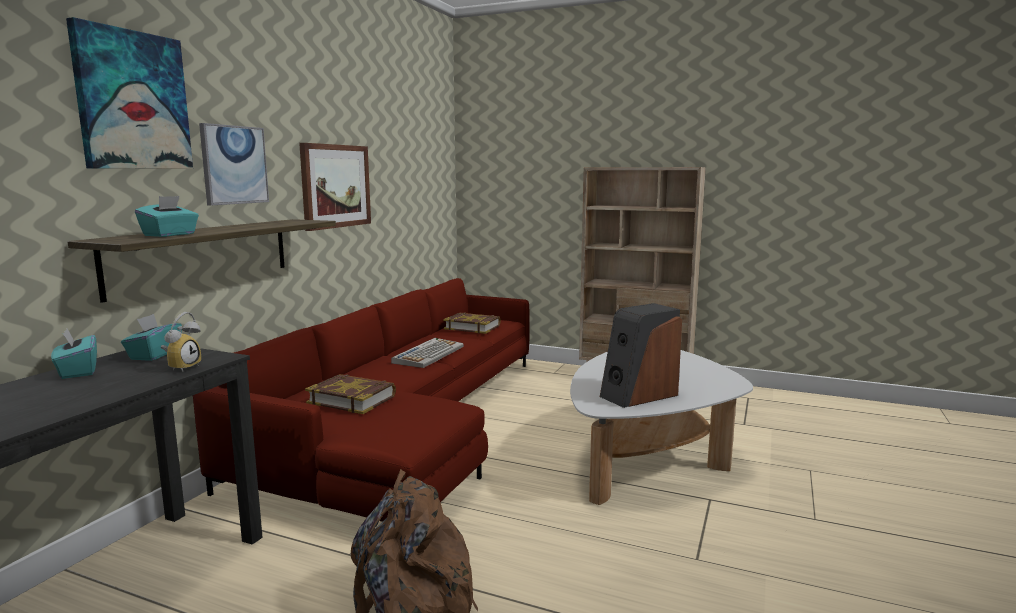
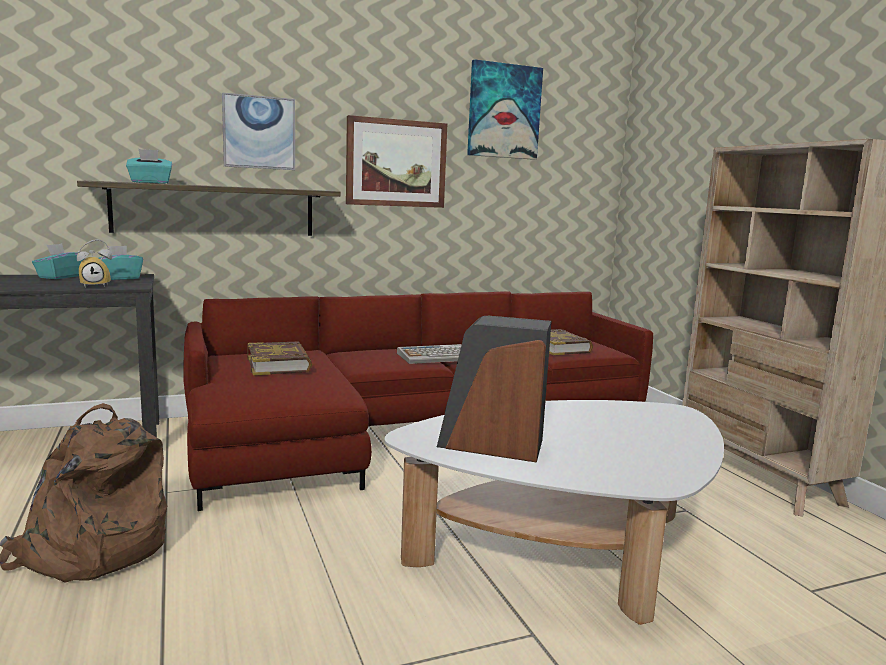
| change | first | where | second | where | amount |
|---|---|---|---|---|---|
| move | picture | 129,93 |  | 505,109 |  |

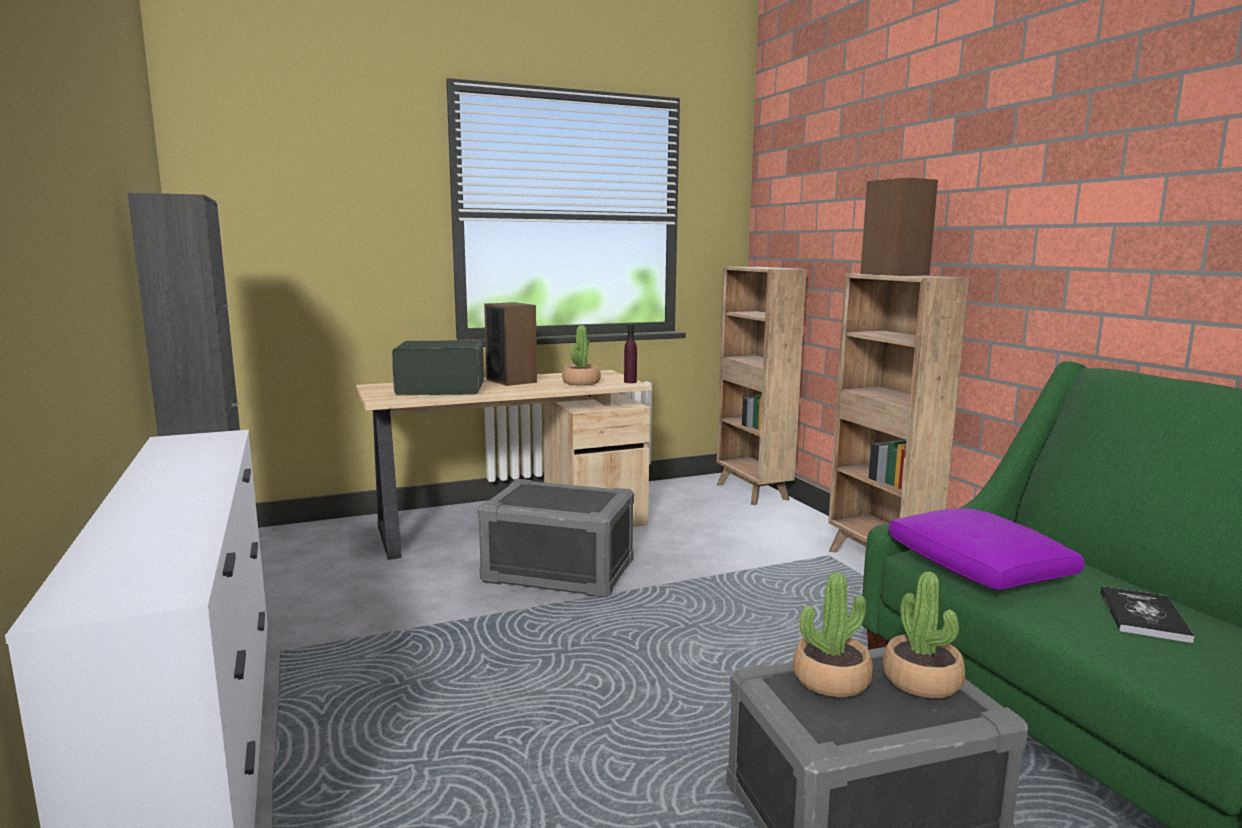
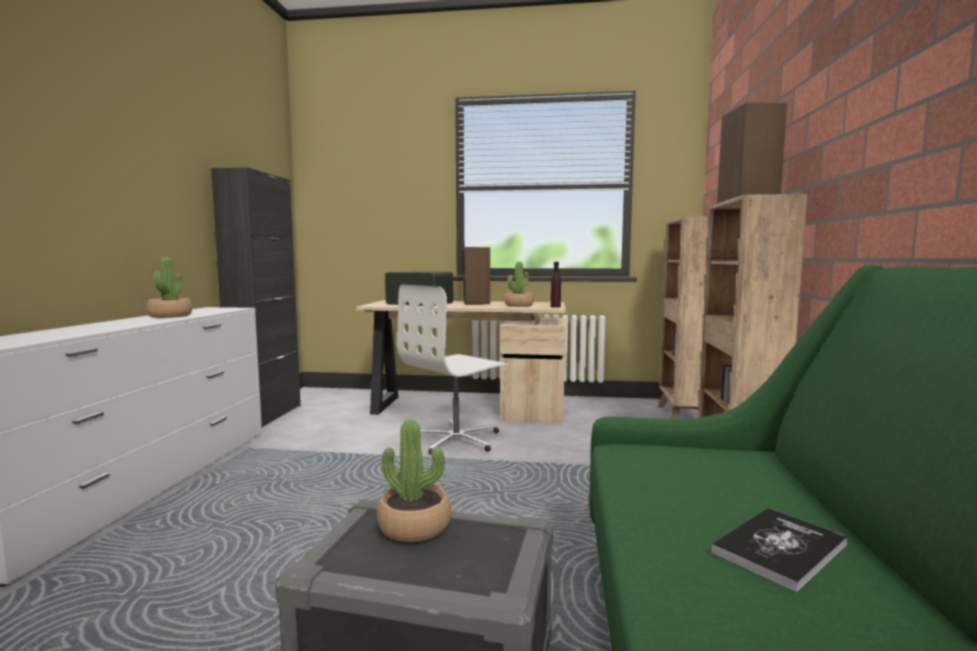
| change | first | where | second | where | amount |
|---|---|---|---|---|---|
| move | potted plant | 923,635 |  | 169,287 |  |
| replace | grey storage box | 555,538 | white office chair | 453,369 |  |
| delete | purple pillow | 986,549 |  |  |  |

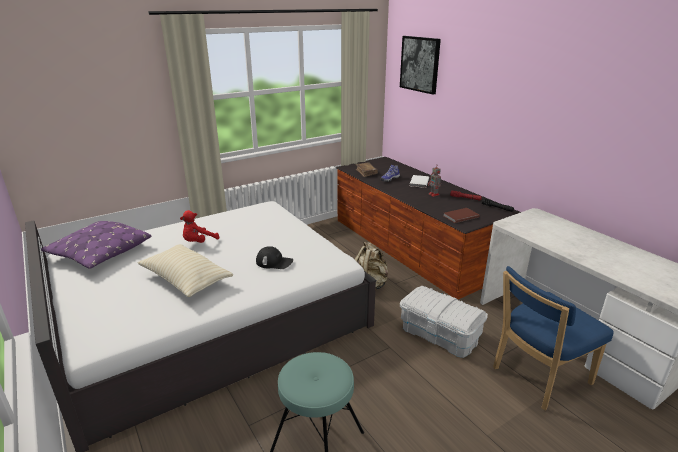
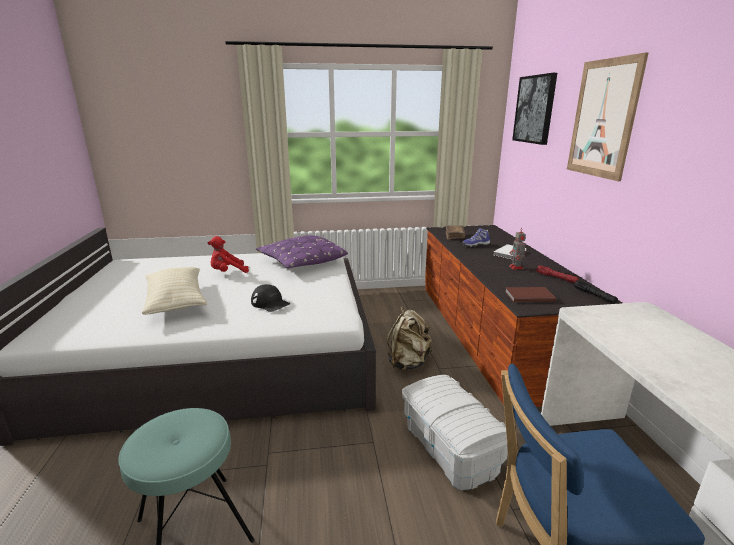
| change | first | where | second | where | amount |
|---|---|---|---|---|---|
| move | purple pillow | 96,245 |  | 302,251 |  |
| insert |  |  | picture | 608,116 |  |

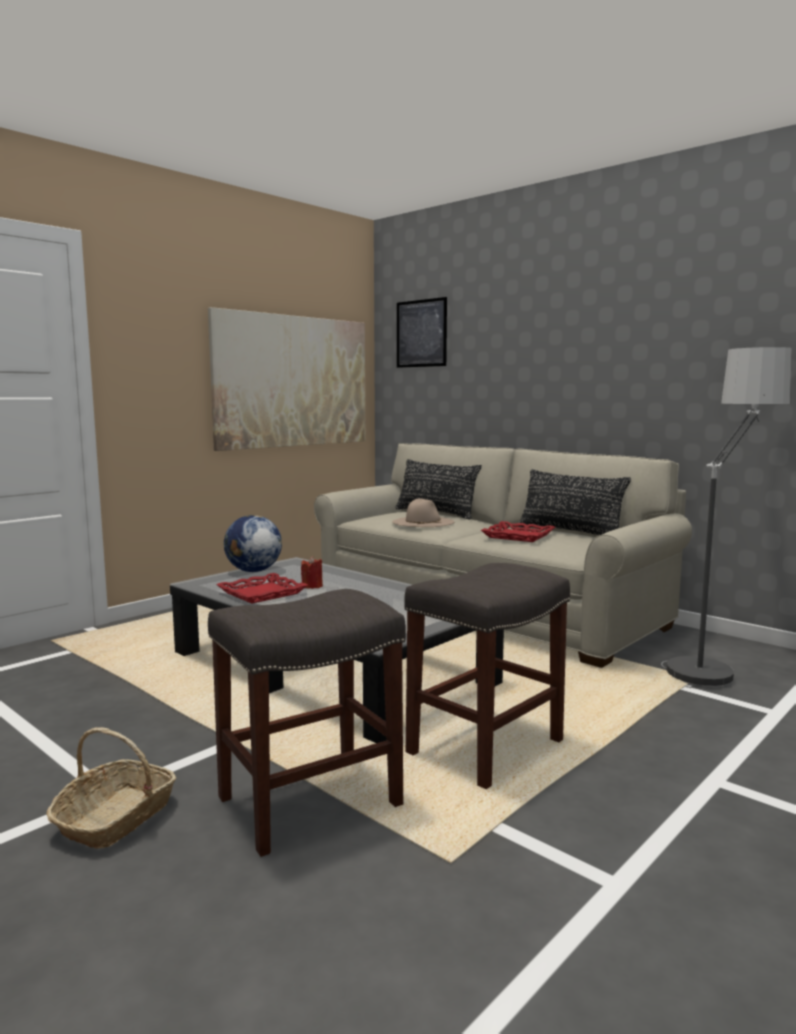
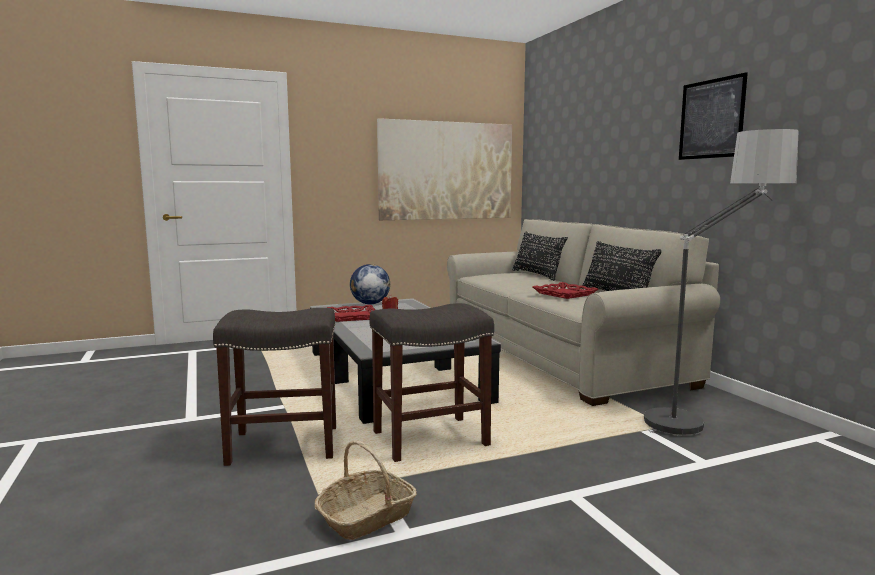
| change | first | where | second | where | amount |
|---|---|---|---|---|---|
| move | basket | 111,788 |  | 366,490 |  |
| move | picture | 422,332 |  | 713,116 |  |
| delete | beige hat | 423,512 |  |  |  |

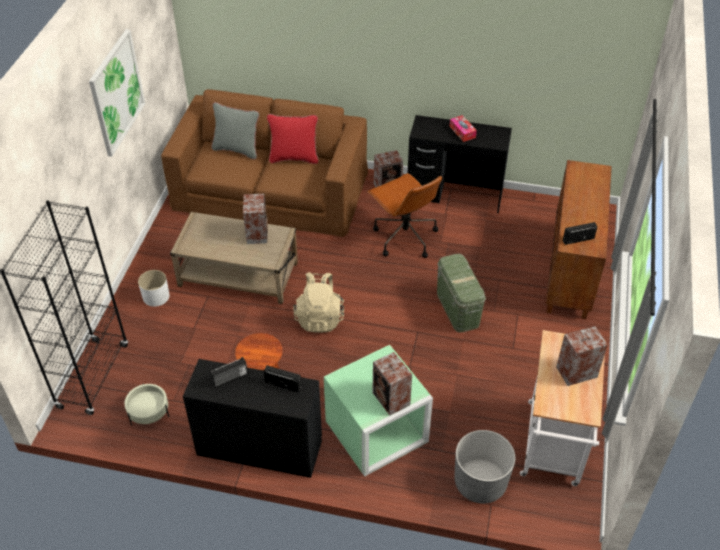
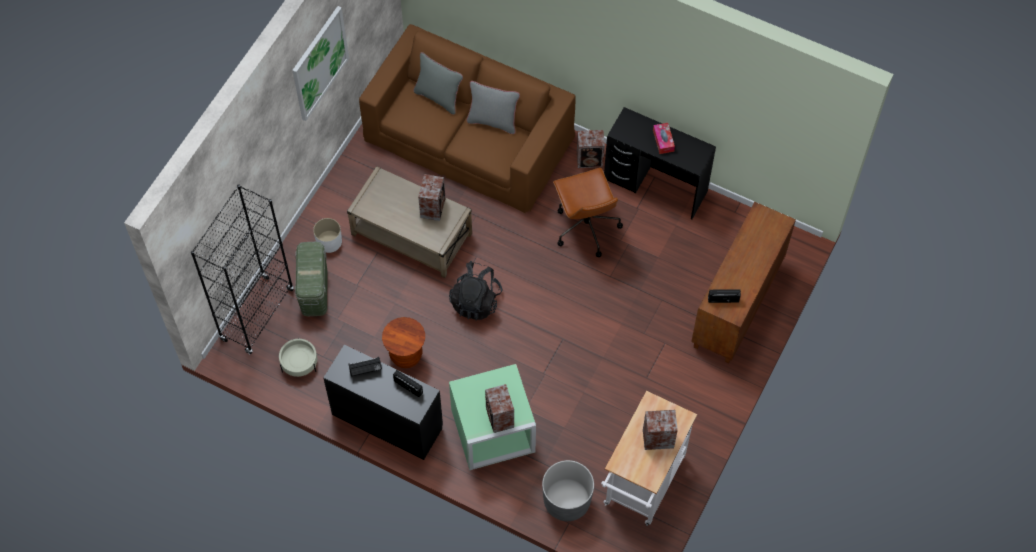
| change | first | where | second | where | amount |
|---|---|---|---|---|---|
| move | green storage box | 461,293 |  | 311,279 |  |
| recolor | beige backpack | 318,302 | black backpack | 476,290 |  |
| recolor | red pillow | 292,139 | grey pillow | 493,107 |  |

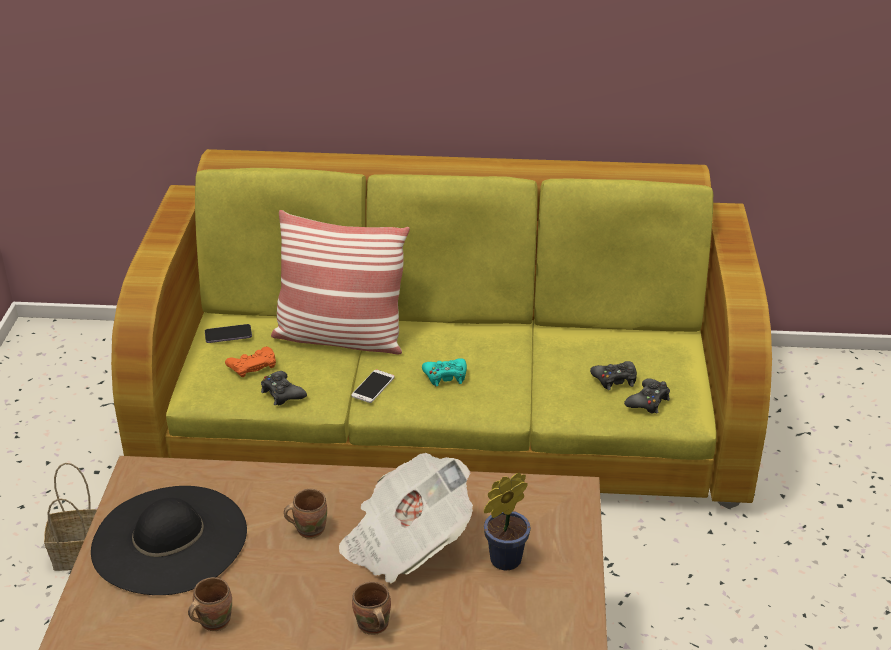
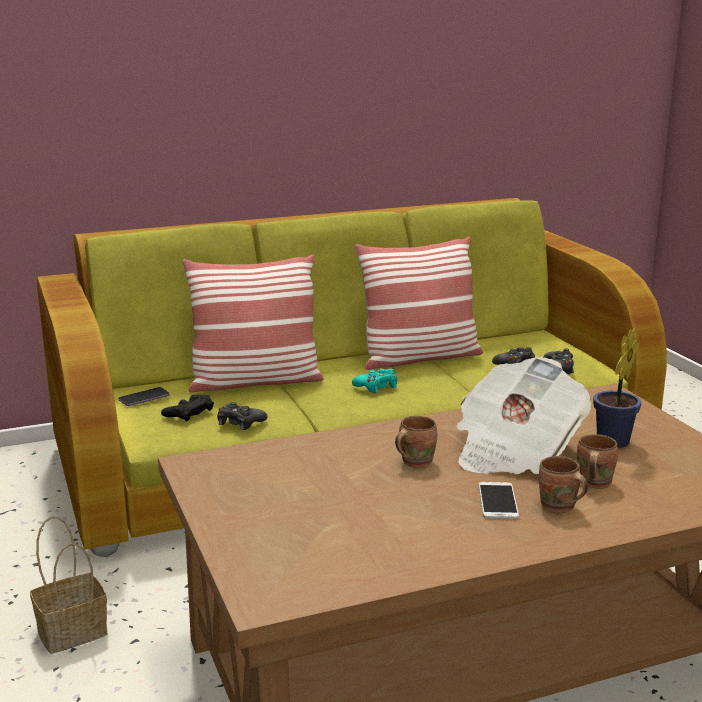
| change | first | where | second | where | amount |
|---|---|---|---|---|---|
| recolor | orange game controller | 250,362 | black game controller | 187,408 |  |
| insert |  |  | pillow | 419,303 |  |
| move | phone | 373,386 |  | 499,500 |  |
| move | brown mug | 210,604 |  | 597,461 |  |
| delete | black hat | 169,540 |  |  |  |

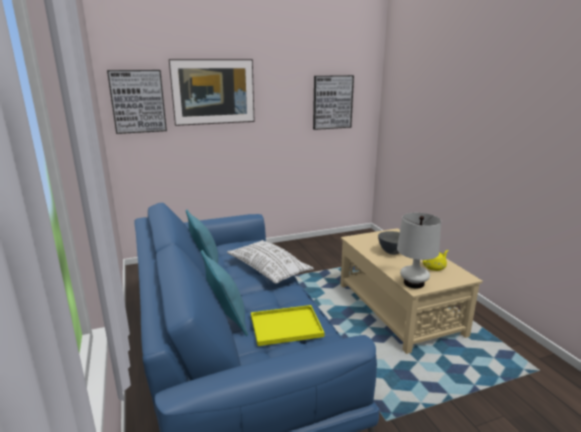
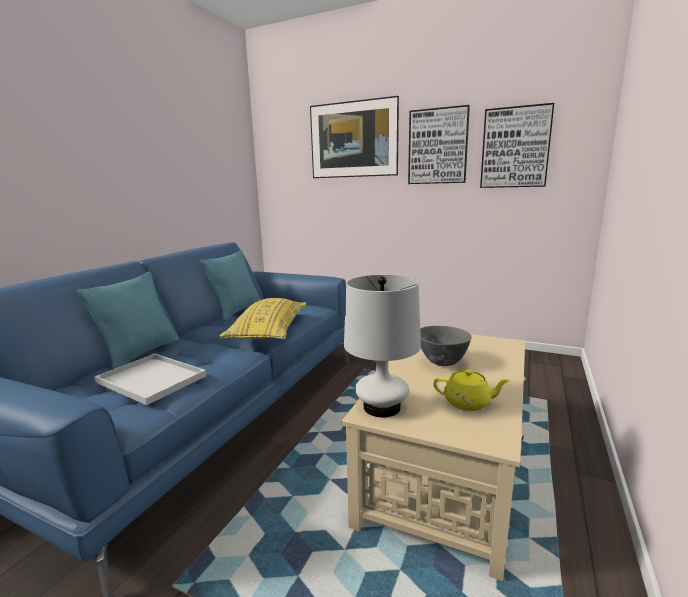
| change | first | where | second | where | amount |
|---|---|---|---|---|---|
| recolor | yellow tray | 287,325 | white tray | 150,379 |  |
| recolor | white pillow | 270,262 | yellow pillow | 262,319 |  |
| move | picture | 137,102 |  | 439,144 |  |

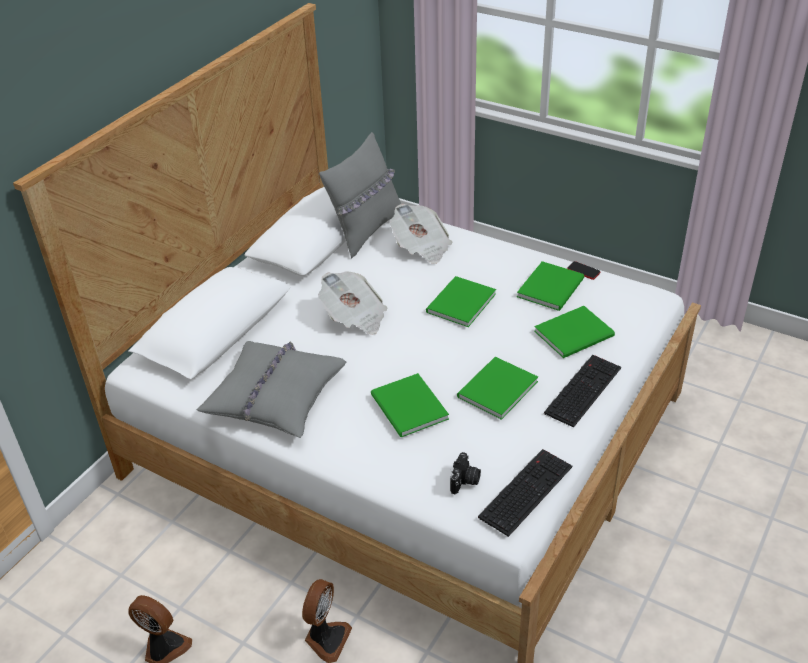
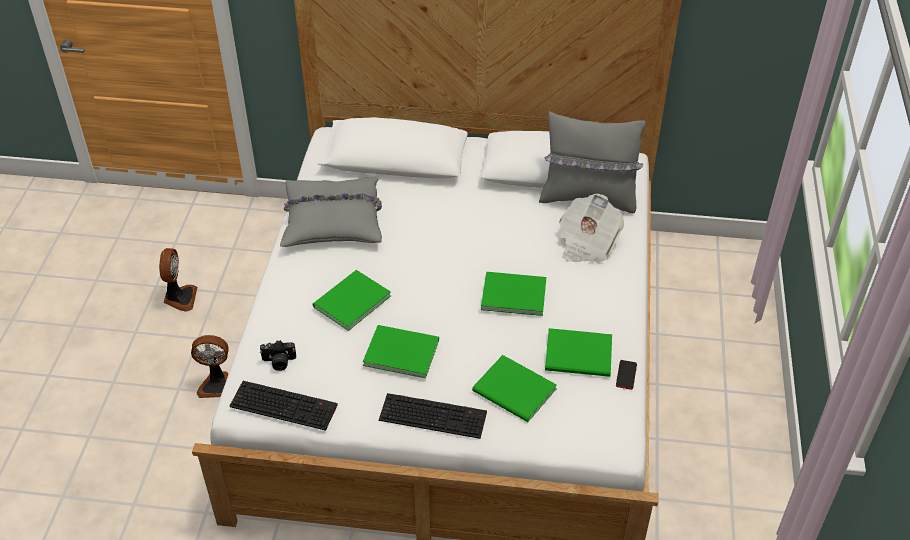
| change | first | where | second | where | amount |
|---|---|---|---|---|---|
| delete | newspaper | 353,303 |  |  |  |

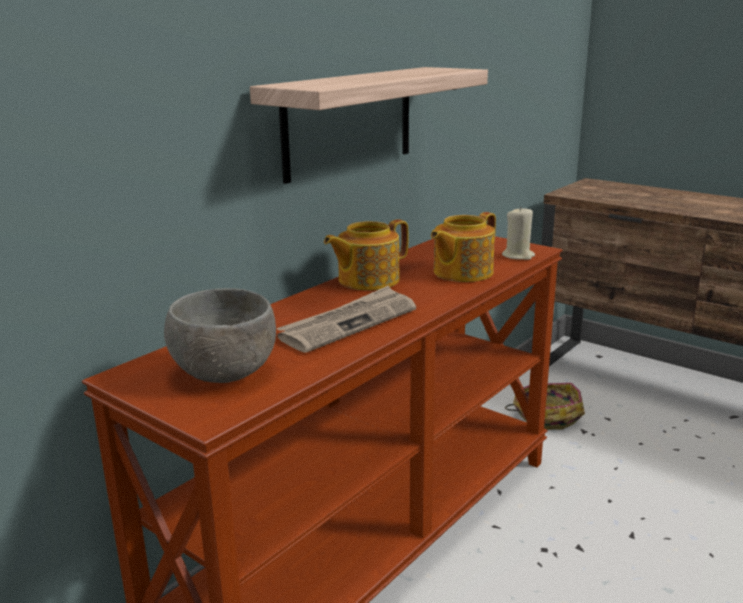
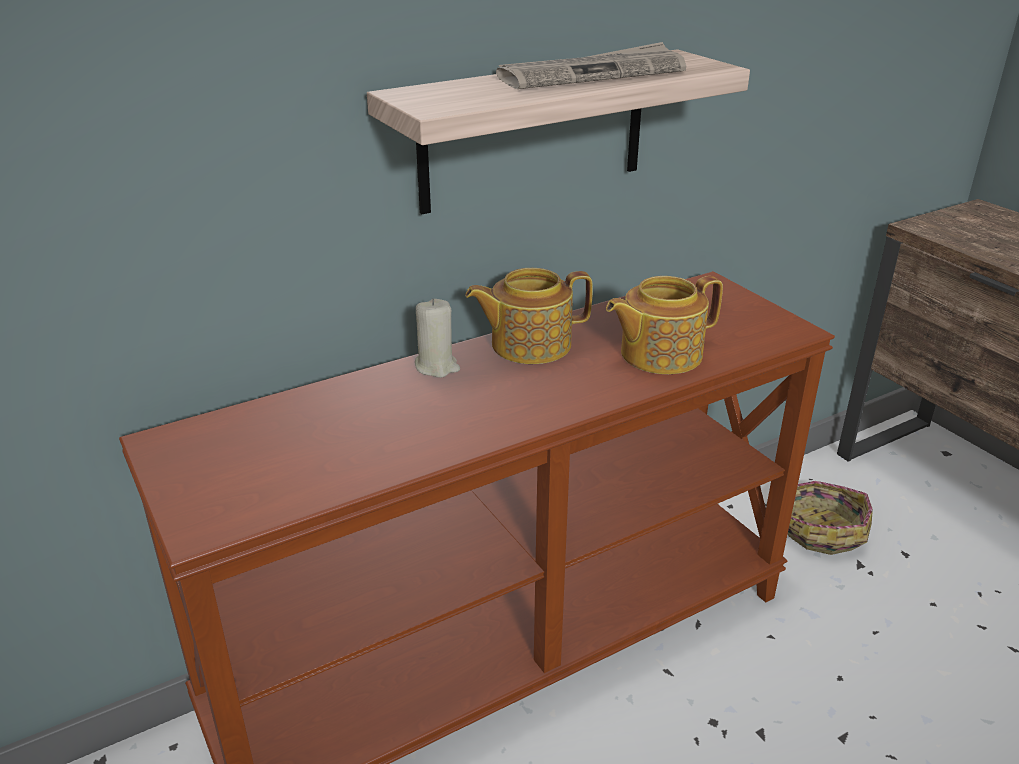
| change | first | where | second | where | amount |
|---|---|---|---|---|---|
| move | beige candle | 518,233 |  | 437,338 |  |
| move | newspaper | 346,319 |  | 591,65 |  |
| delete | grey bowl | 220,335 |  |  |  |

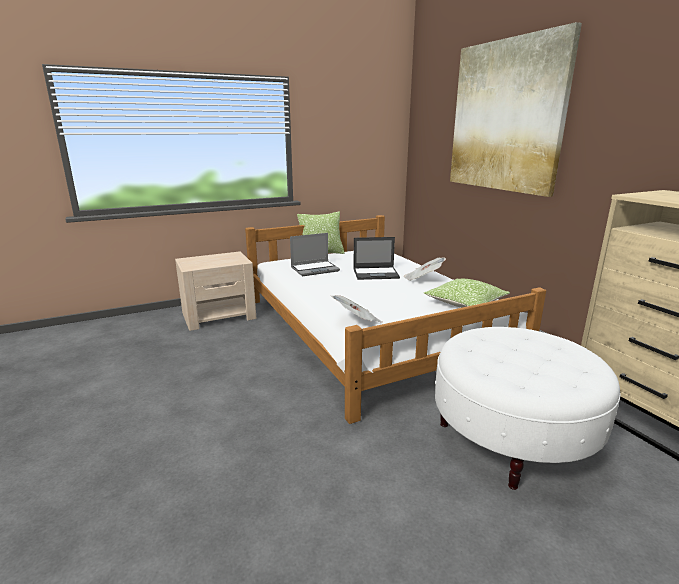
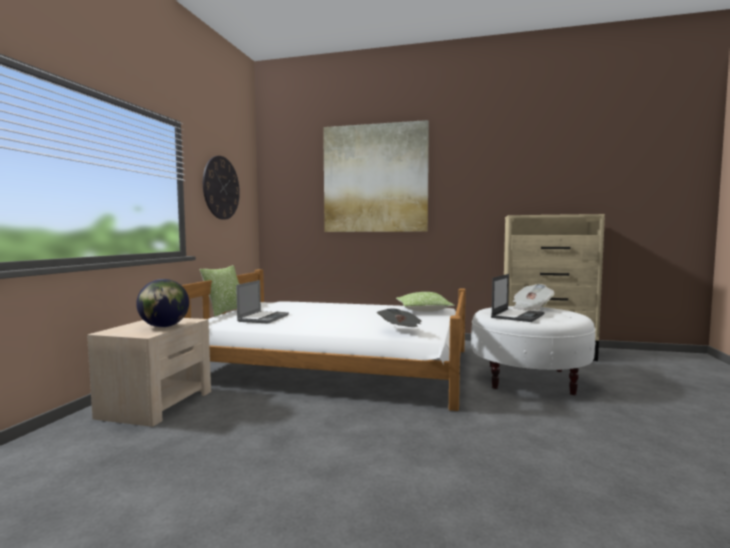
| change | first | where | second | where | amount |
|---|---|---|---|---|---|
| insert |  |  | globe | 162,303 |  |
| insert |  |  | wall clock | 221,188 |  |
| move | laptop | 376,258 |  | 517,298 |  |
| move | newspaper | 424,269 |  | 533,297 |  |

